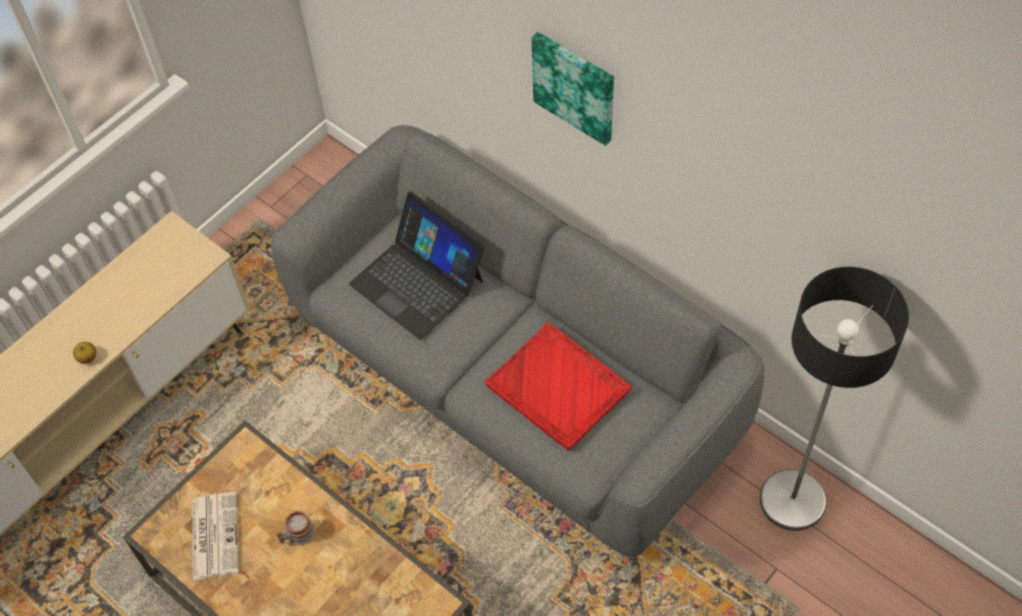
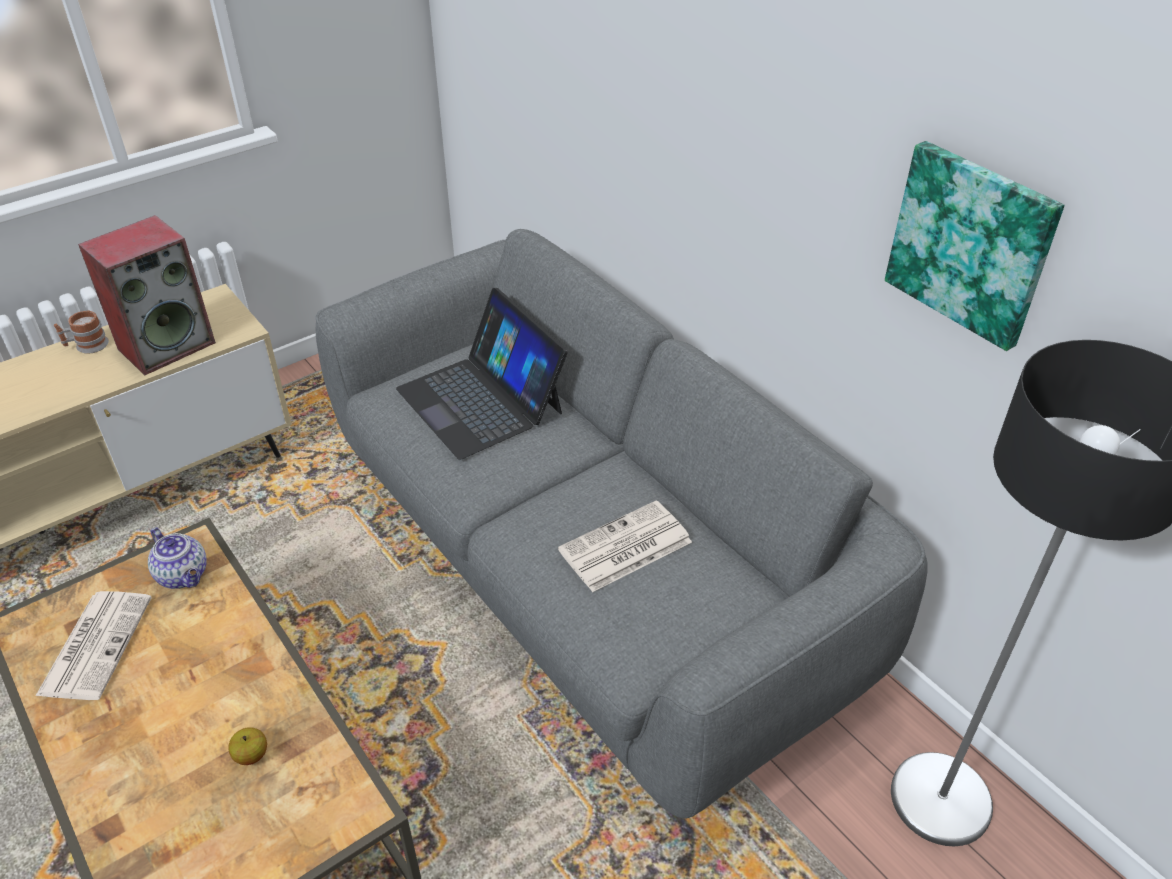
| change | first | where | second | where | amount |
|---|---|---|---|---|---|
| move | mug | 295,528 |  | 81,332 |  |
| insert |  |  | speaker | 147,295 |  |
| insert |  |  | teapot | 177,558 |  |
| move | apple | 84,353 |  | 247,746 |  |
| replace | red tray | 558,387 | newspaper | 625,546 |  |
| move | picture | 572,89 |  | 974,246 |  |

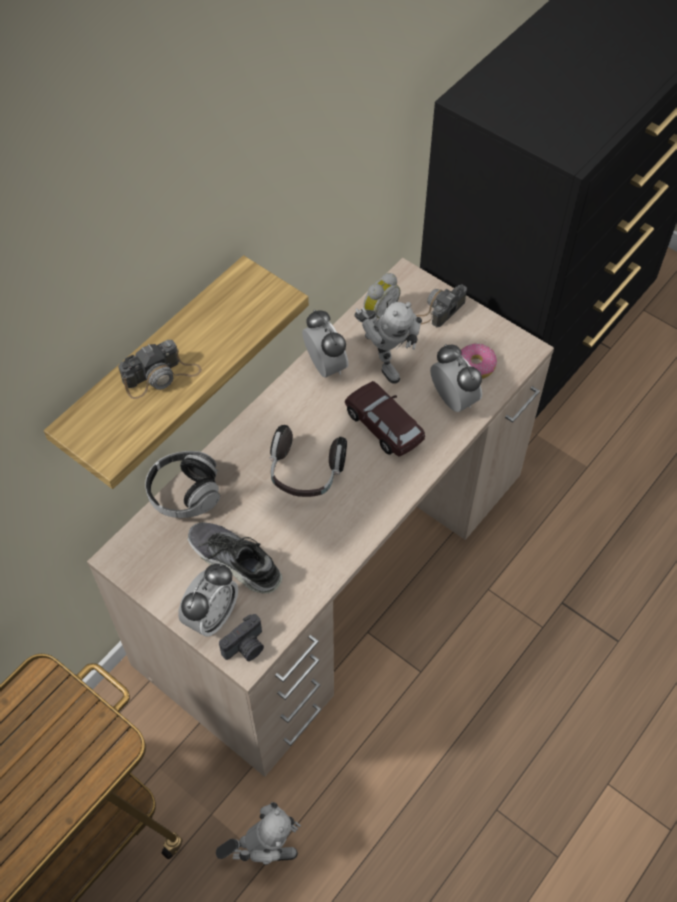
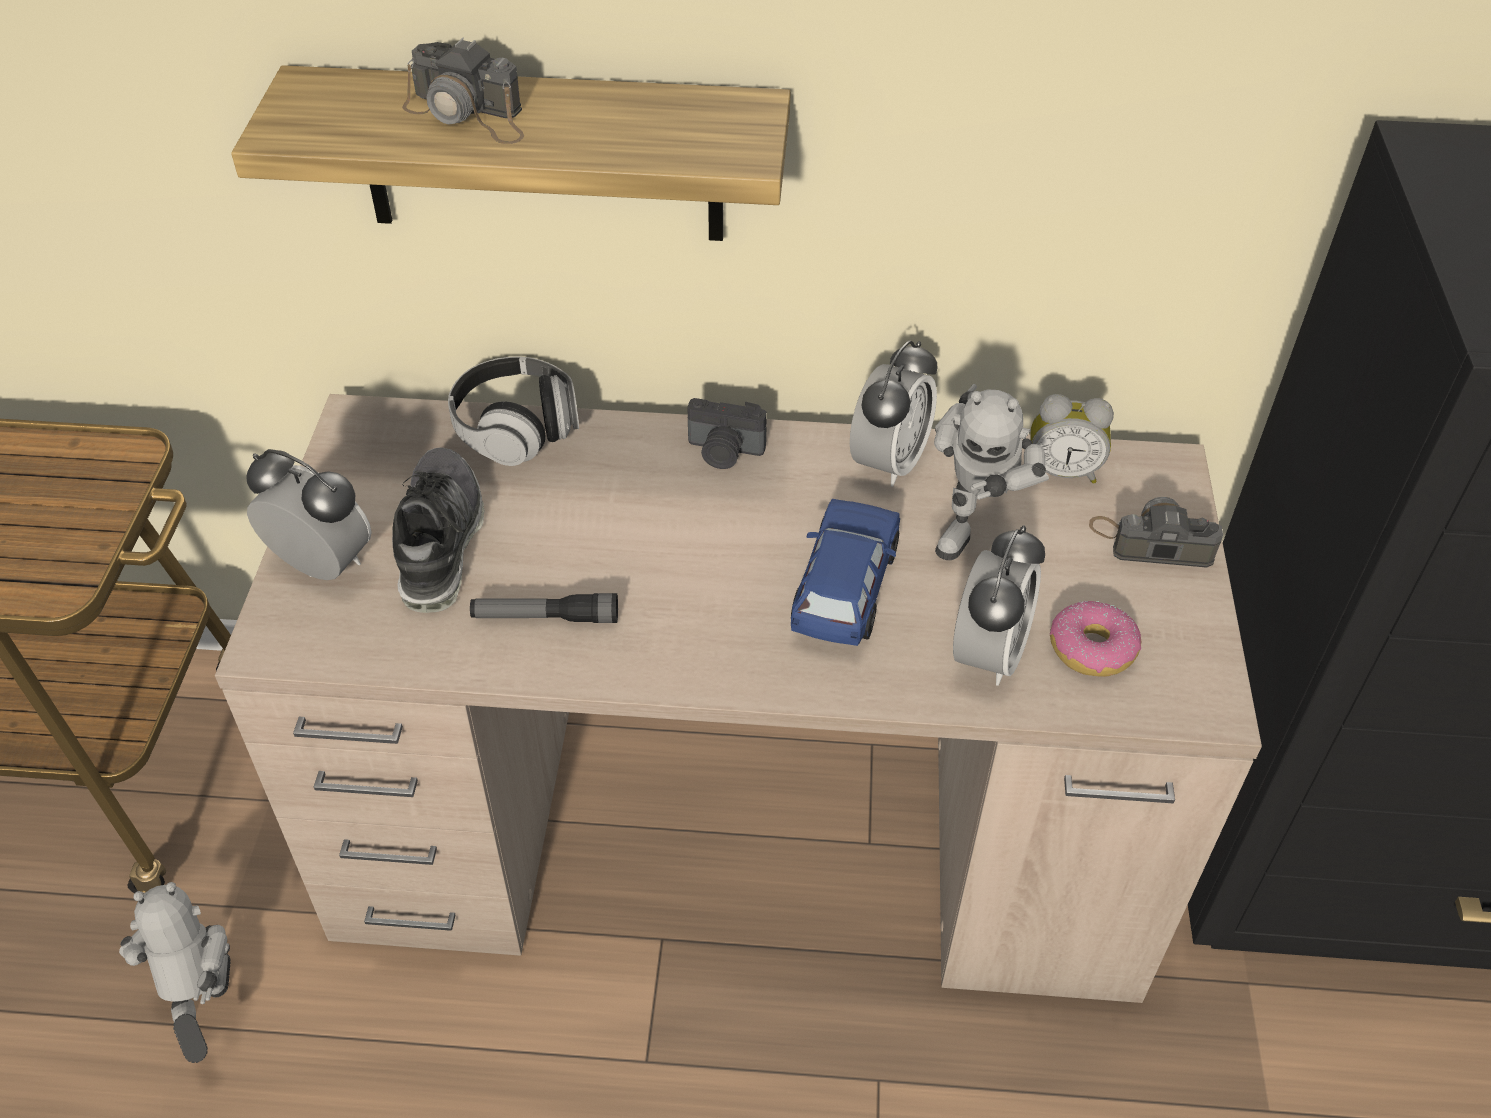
| change | first | where | second | where | amount |
|---|---|---|---|---|---|
| rotate | toy robot | 258,833 |  | 175,972 | 150 degrees counterclockwise |
| rotate | alarm clock | 208,600 |  | 309,514 | 150 degrees counterclockwise |
| insert |  |  | flashlight | 544,608 |  |
| move | photo camera | 241,637 |  | 727,433 |  |
| recolor | brown toy car | 385,419 | blue toy car | 845,572 |  |
| delete | headphones | 308,461 |  |  |  |

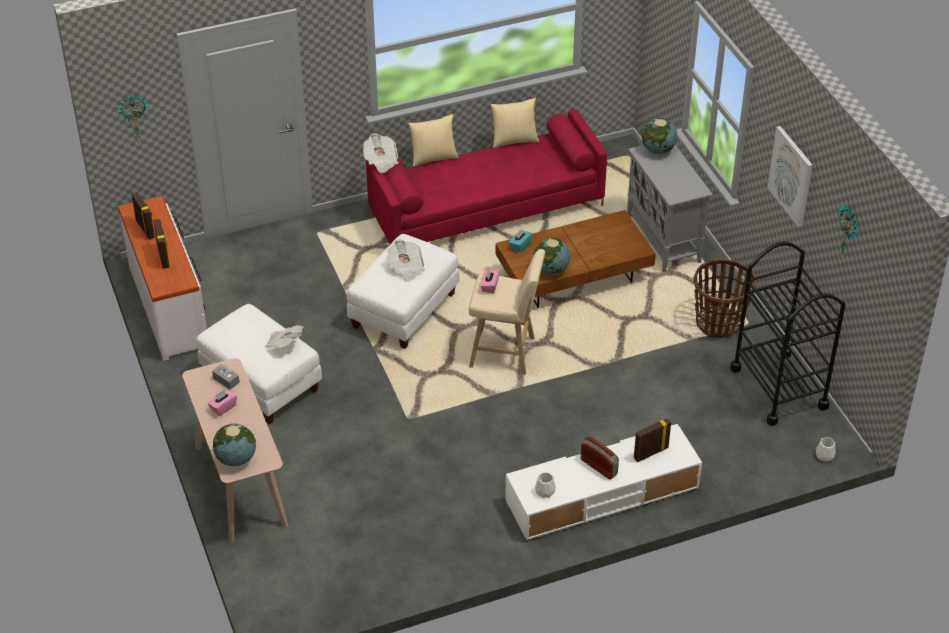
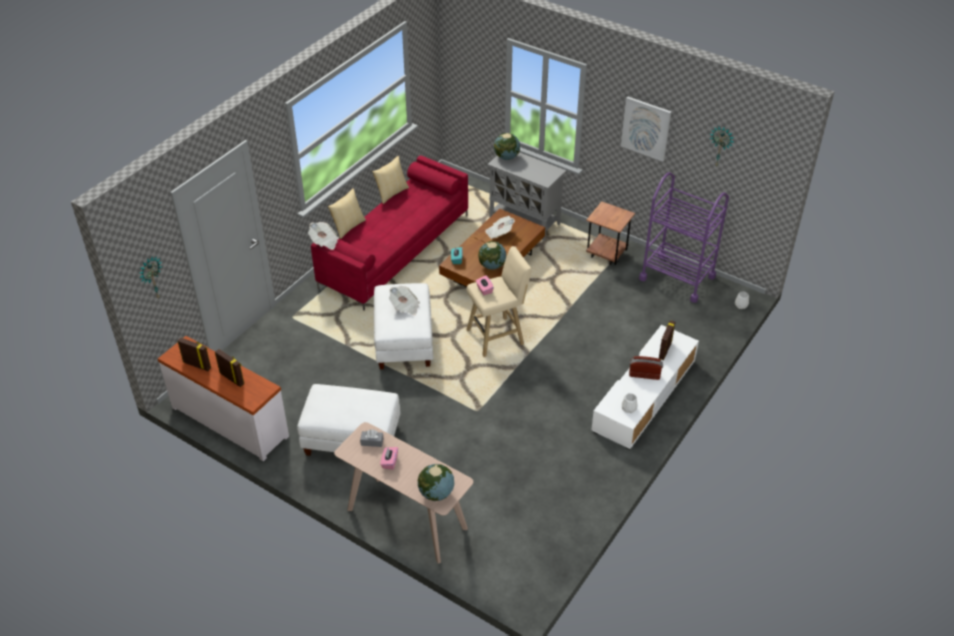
| change | first | where | second | where | amount |
|---|---|---|---|---|---|
| move | newspaper | 284,336 |  | 500,227 |  |
| replace | basket | 724,298 | brown side table | 610,233 |  |
| recolor | black cart | 787,334 | purple cart | 684,237 |  |

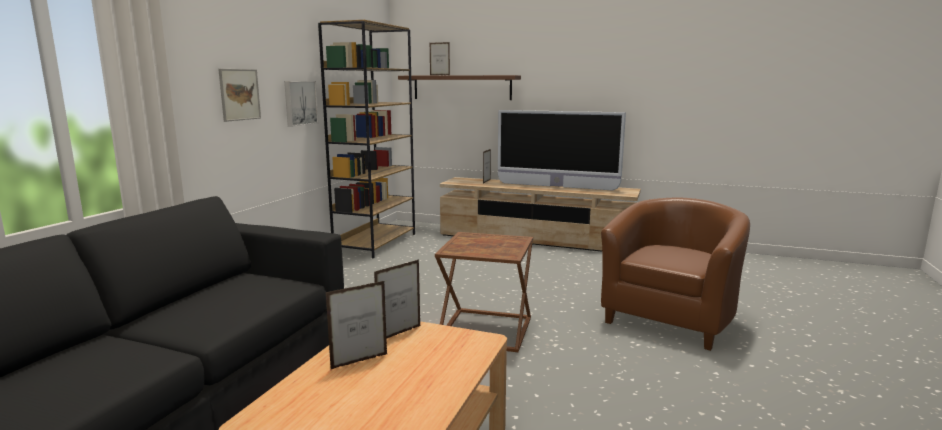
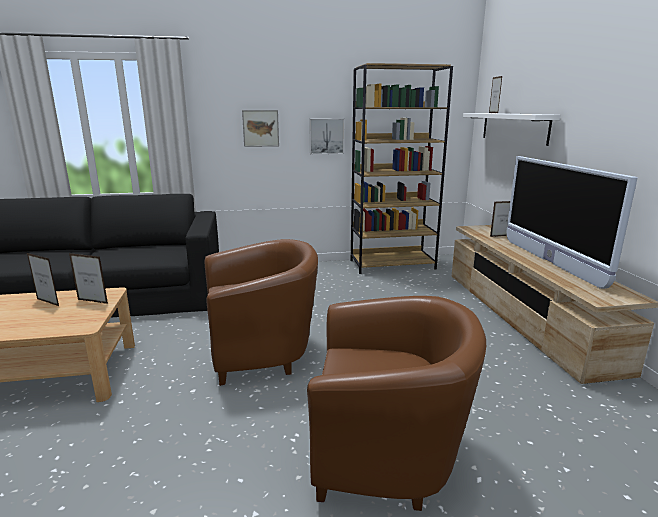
| change | first | where | second | where | amount |
|---|---|---|---|---|---|
| replace | brown side table | 484,292 | brown armchair | 261,312 |  |
| recolor | brown shelf | 459,87 | white shelf | 511,129 |  |

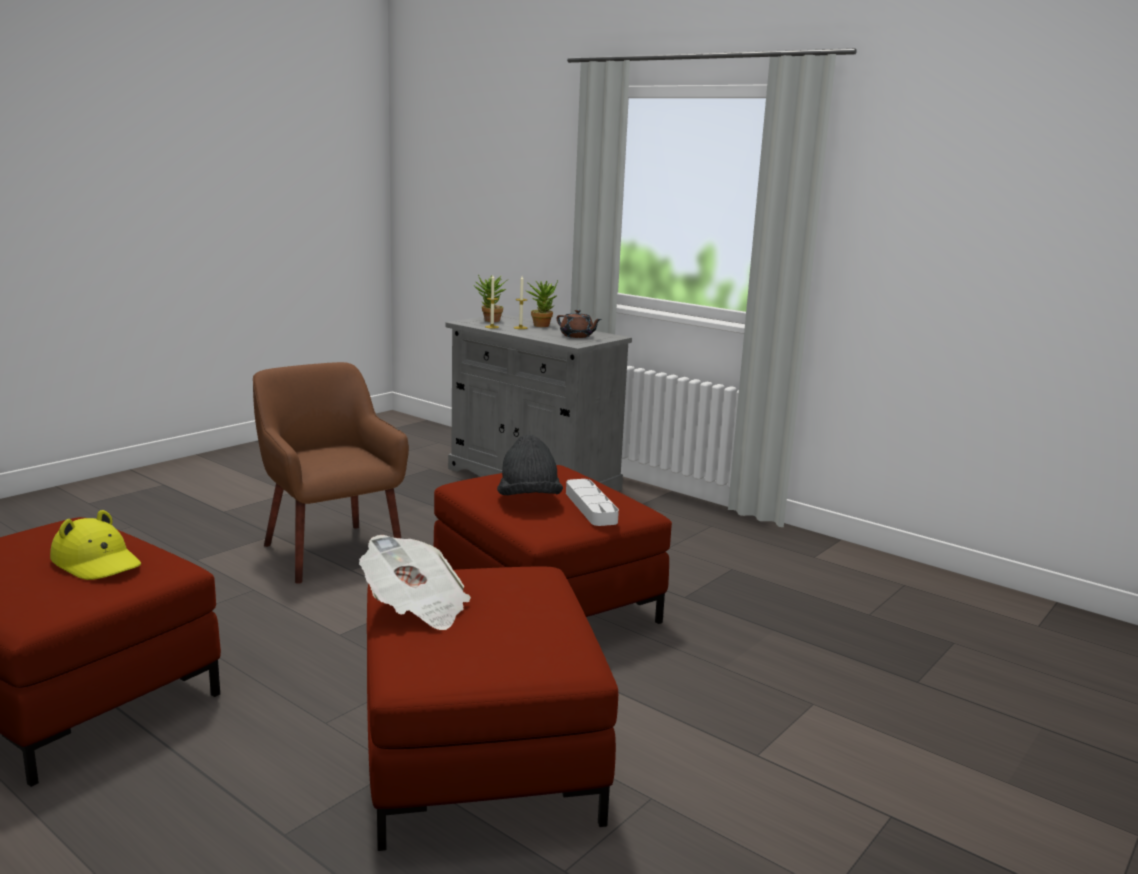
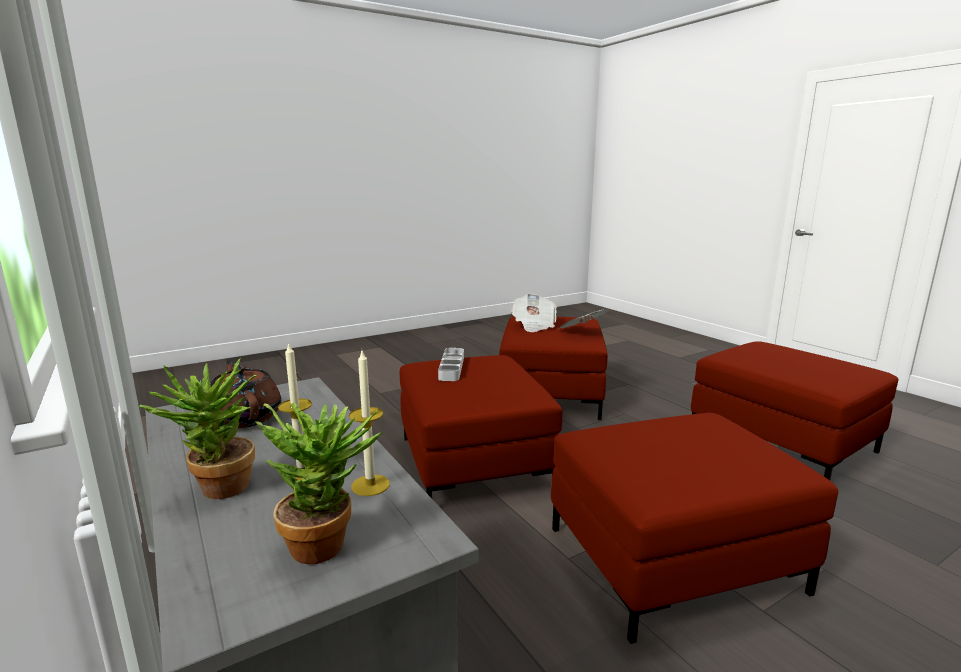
| change | first | where | second | where | amount |
|---|---|---|---|---|---|
| insert |  |  | newspaper | 534,313 |  |
| replace | brown armchair | 331,473 | red ottoman | 694,528 |  |
| delete | yellow hat | 95,545 |  |  |  |
| delete | black hat | 530,464 |  |  |  |

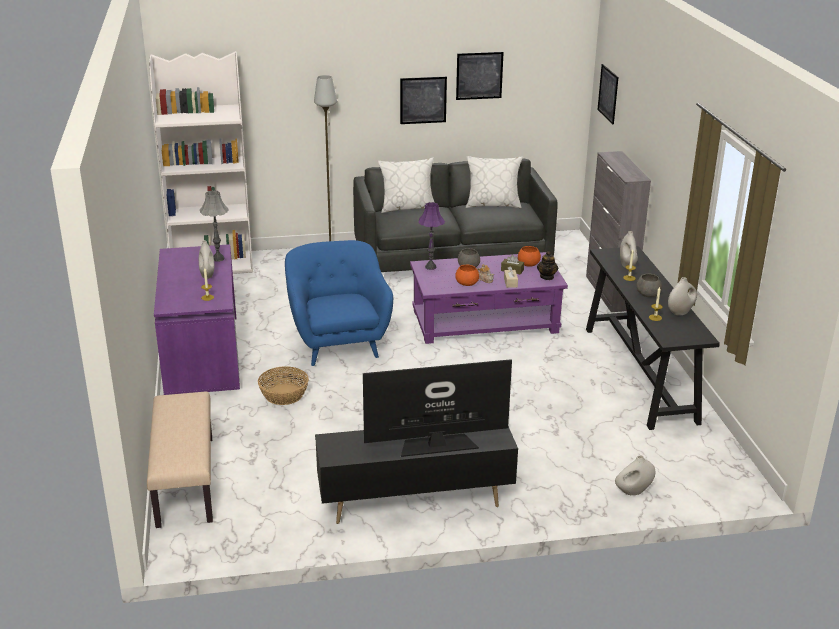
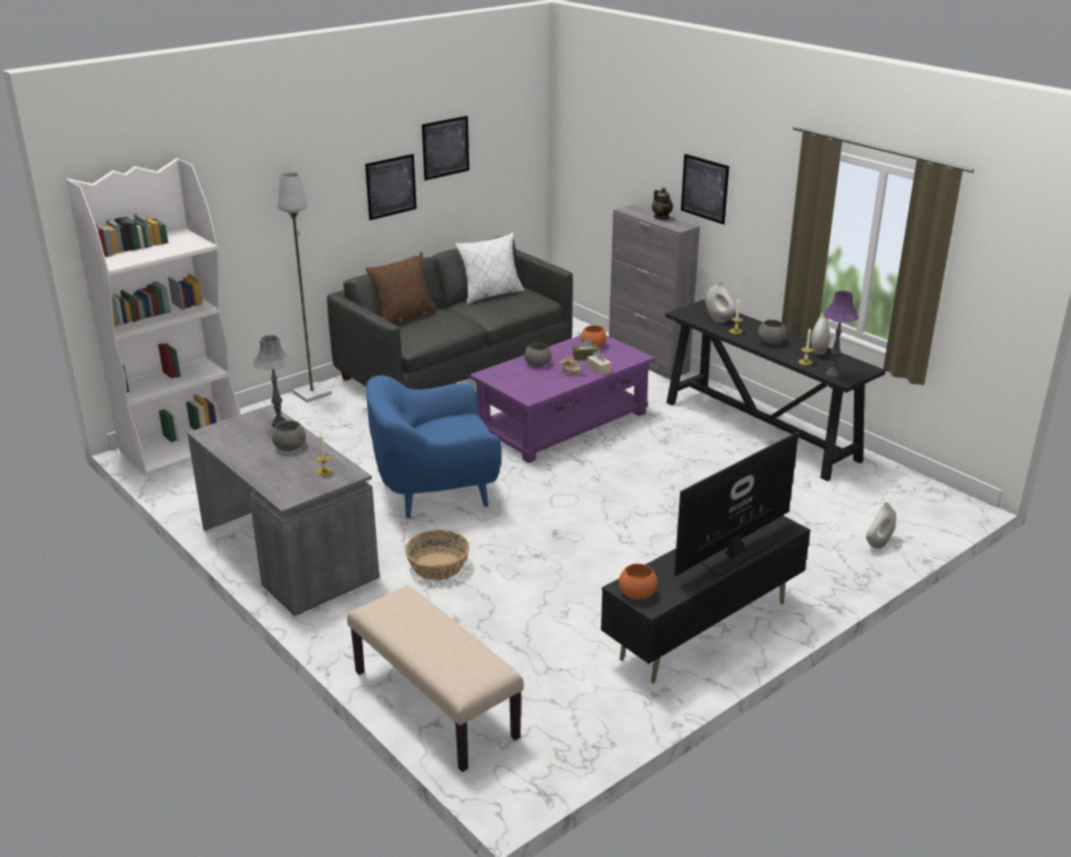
| change | first | where | second | where | amount |
|---|---|---|---|---|---|
| recolor | purple desk | 197,319 | grey desk | 283,510 |  |
| replace | white vase | 206,259 | grey bowl | 289,436 |  |
| recolor | white pillow | 406,185 | brown pillow | 401,288 |  |
| rotate | blue armchair | 339,303 |  | 434,446 | 60 degrees counterclockwise |
| move | orange bowl | 467,275 |  | 638,582 |  |
| move | teapot | 547,265 |  | 662,204 |  |
| move | picture | 607,94 |  | 705,189 |  |
| move | purple table lamp | 431,236 |  | 841,334 |  |

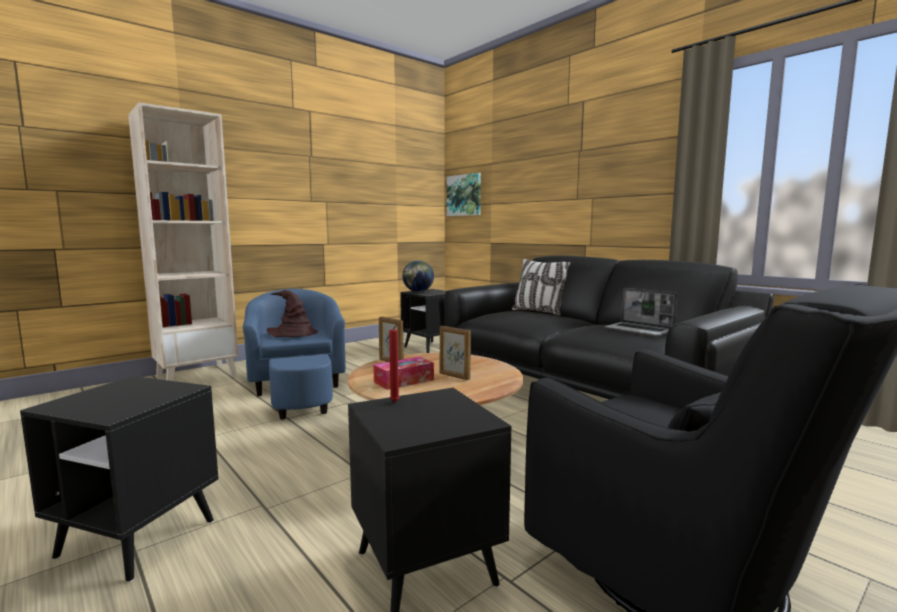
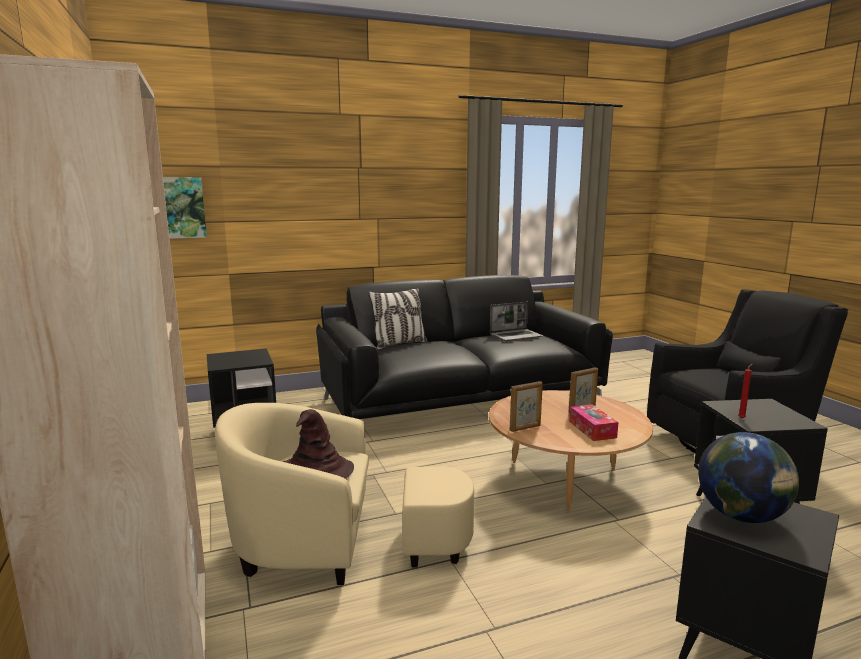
| change | first | where | second | where | amount |
|---|---|---|---|---|---|
| recolor | blue armchair | 294,354 | beige armchair | 344,494 |  |
| move | globe | 418,276 |  | 748,477 |  |

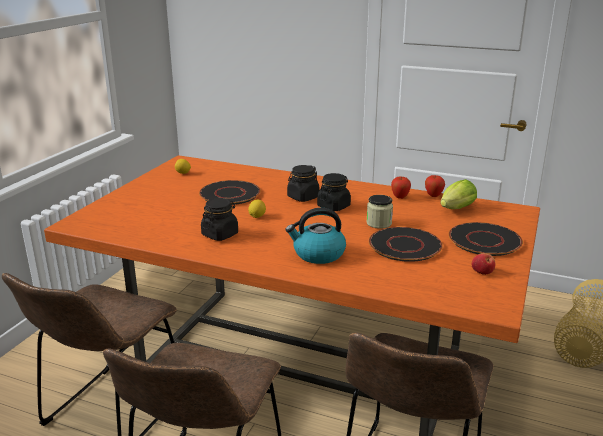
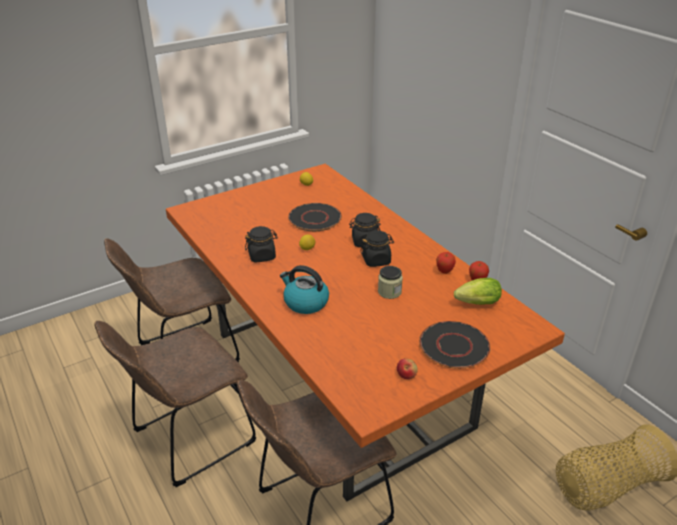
| change | first | where | second | where | amount |
|---|---|---|---|---|---|
| delete | black plate | 406,244 |  |  |  |

